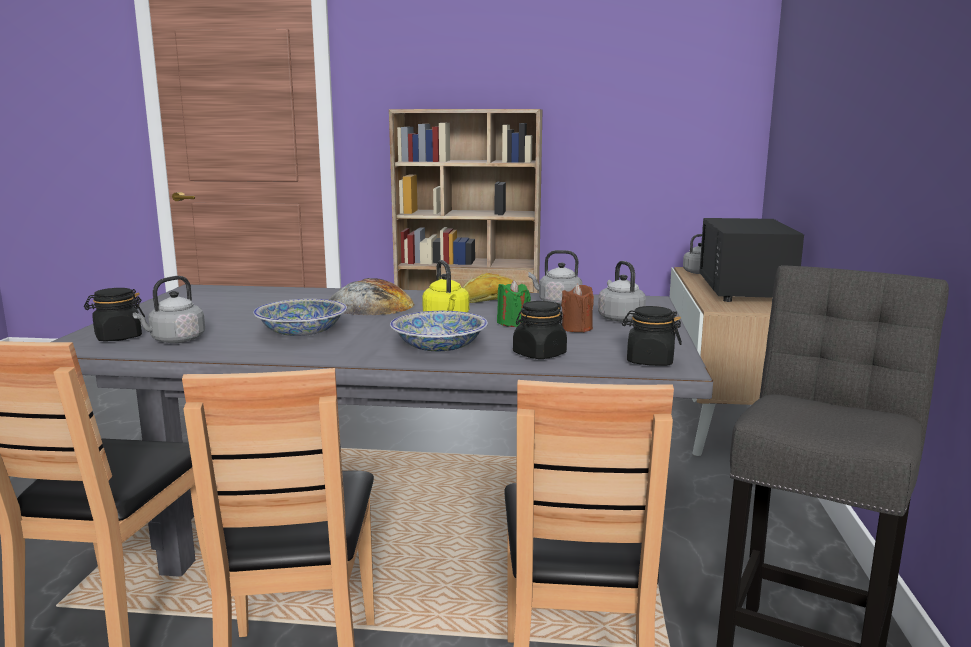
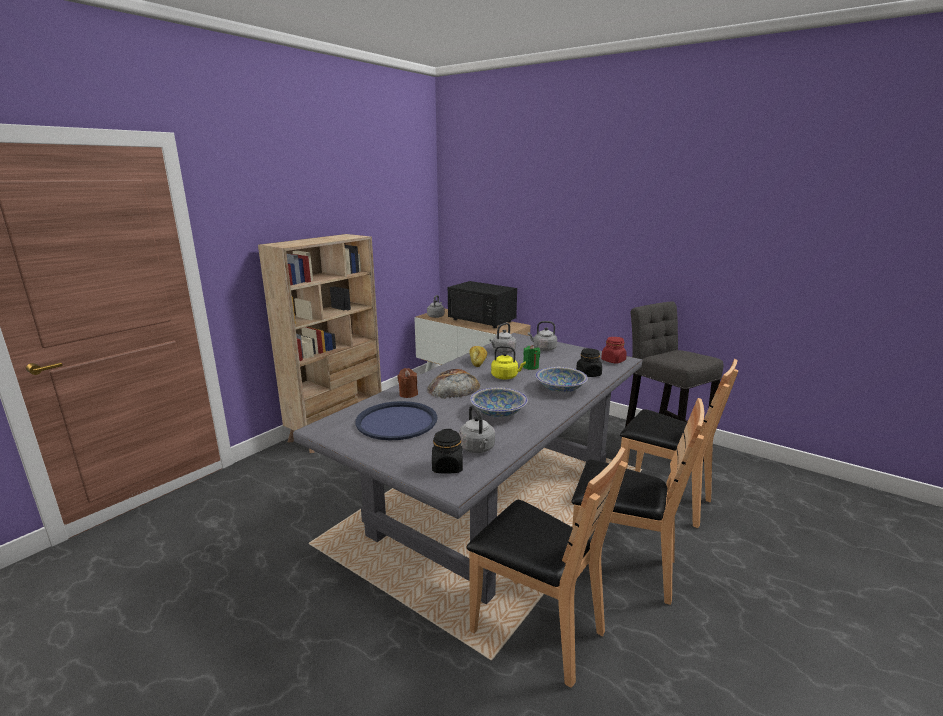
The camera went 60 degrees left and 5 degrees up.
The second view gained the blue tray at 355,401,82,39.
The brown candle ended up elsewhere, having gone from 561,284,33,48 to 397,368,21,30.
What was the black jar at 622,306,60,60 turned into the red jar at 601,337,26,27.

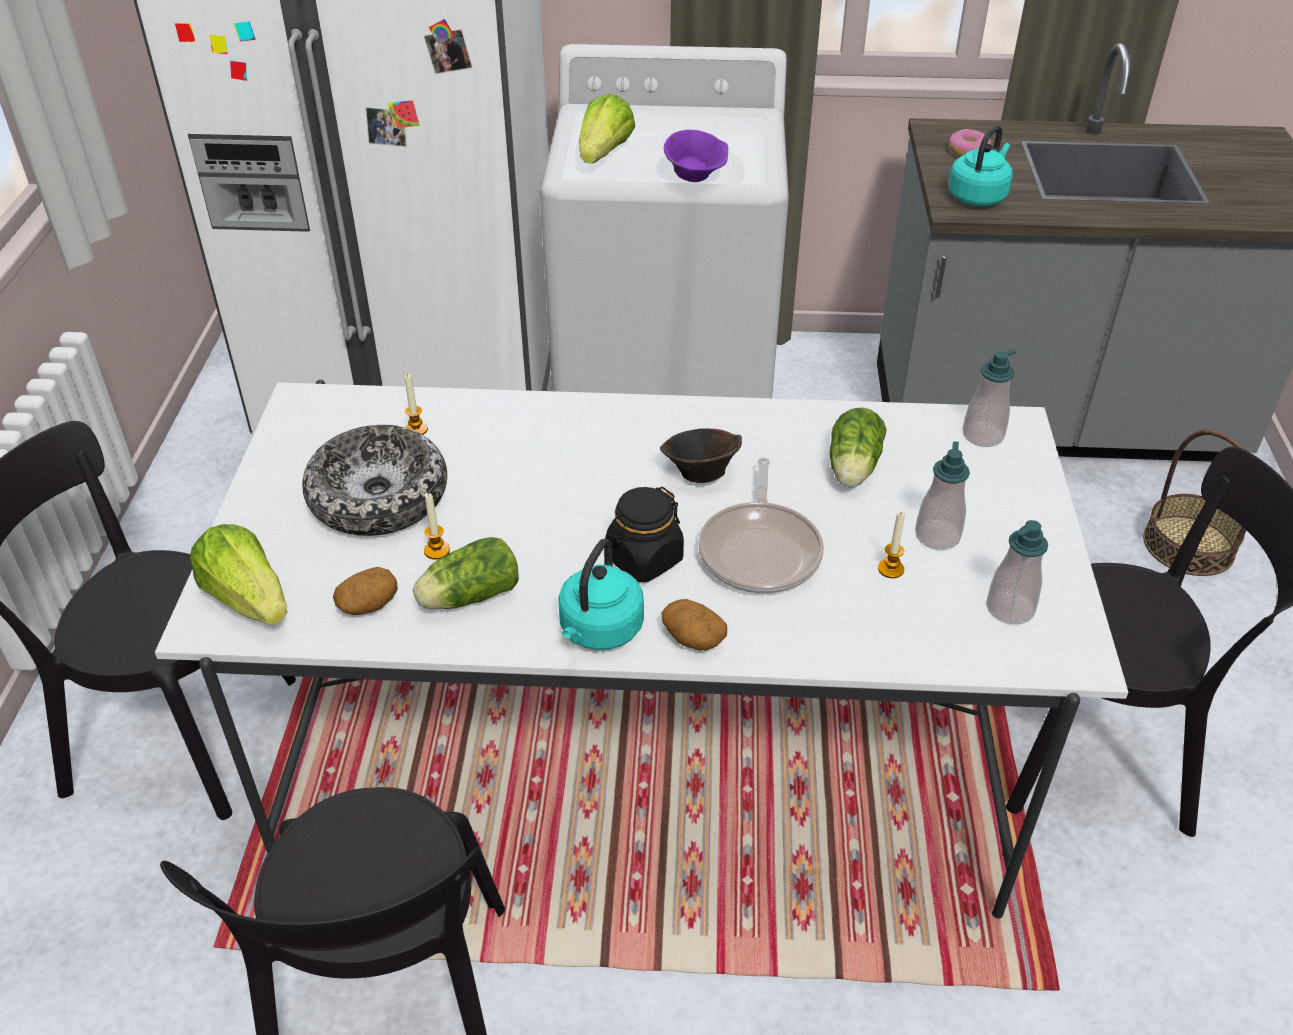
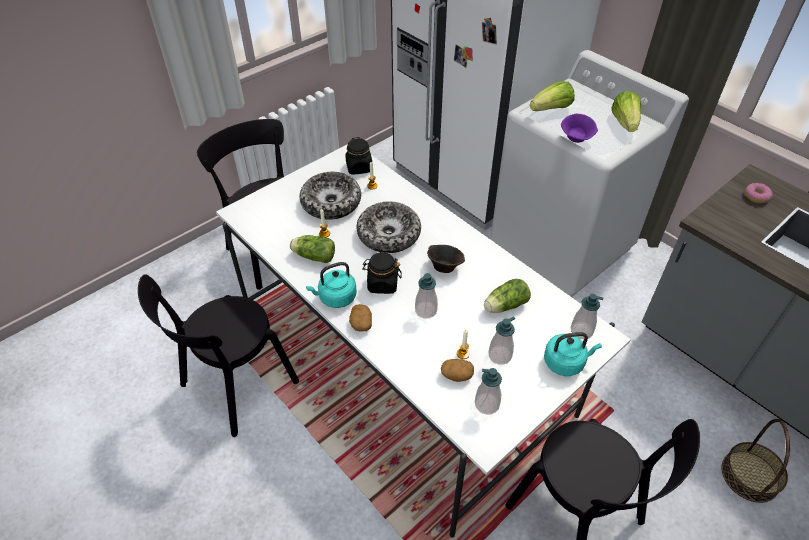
The camera went 45 degrees right and 5 degrees up.
The second view gained the black jar at 345,137,27,38.
The second view gained the bowl at 356,202,65,51.
Where the frying pan stood at 698,458,126,135, the soap dispenser came to stand at 415,273,23,46.
The potato ended up elsewhere, having gone from 333,567,65,48 to 441,359,33,23.
The turquoise kettle ended up elsewhere, having gone from 949,125,64,81 to 544,332,58,44.
The lettuce ended up elsewhere, having gone from 190,524,98,101 to 611,91,30,41.

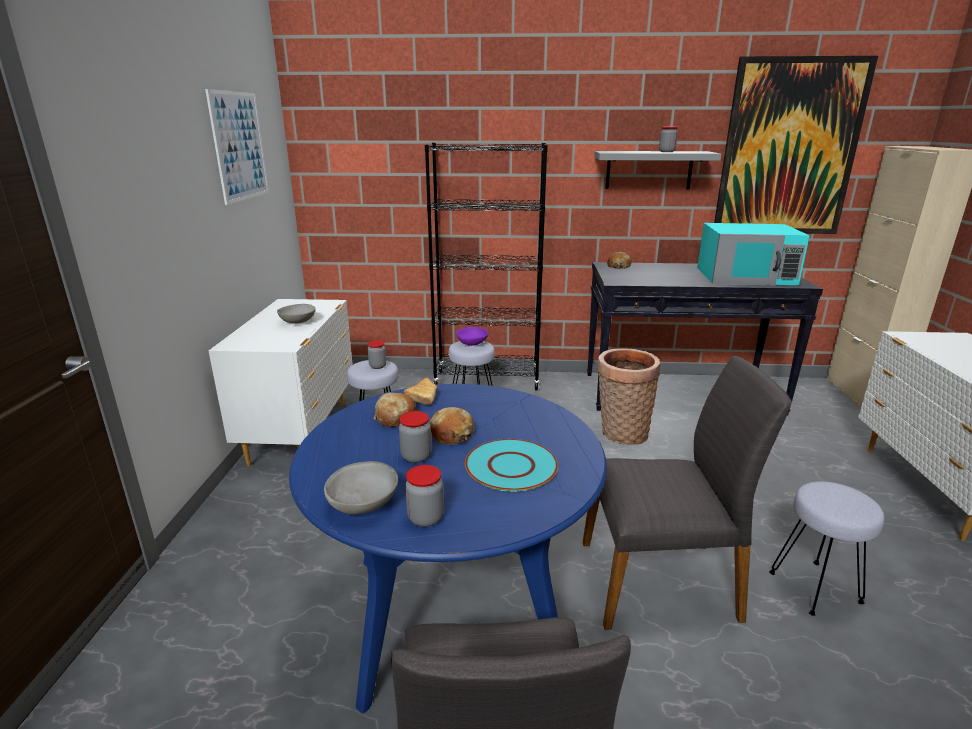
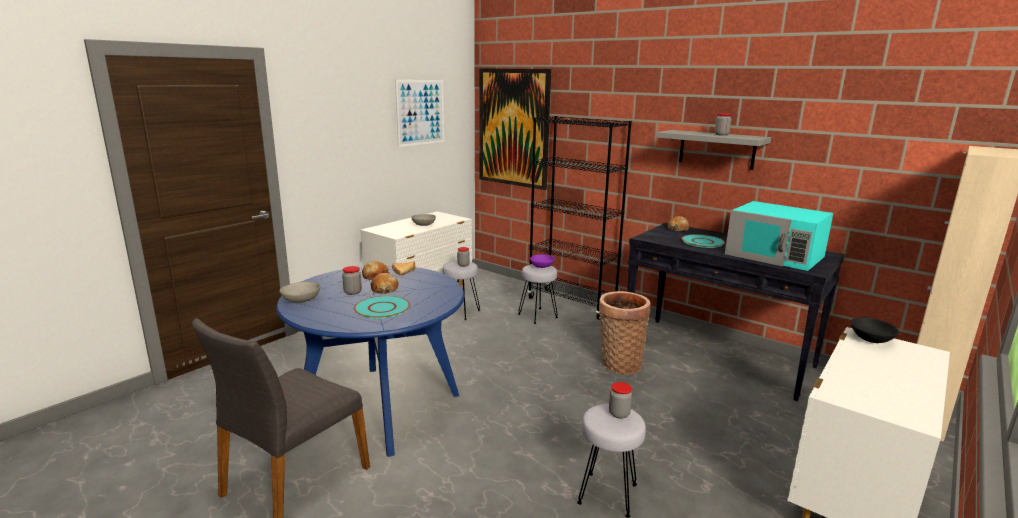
The camera went 35 degrees right and 5 degrees down.
The picture ended up elsewhere, having gone from 714,56,164,178 to 480,68,71,122.
The jar ended up elsewhere, having gone from 405,465,39,62 to 609,382,23,37.
The second view gained the turquoise plate at 681,235,44,13.
The second view gained the black bowl at 851,317,48,26.
The second view lost the grey chair at 583,356,209,274.

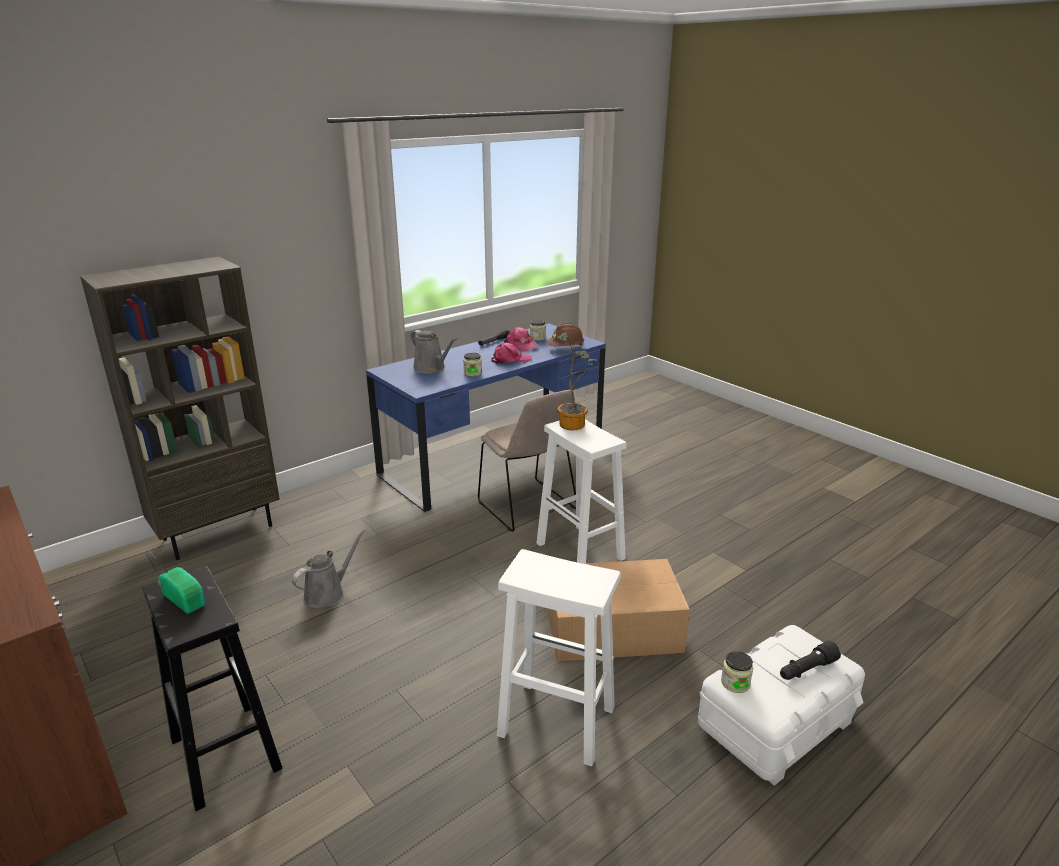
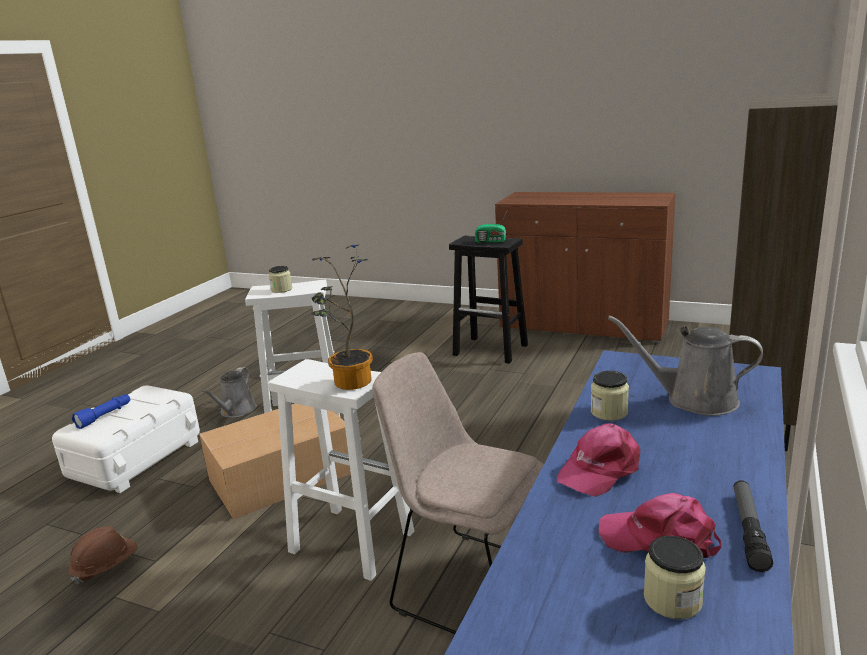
The camera went 155 degrees right and 5 degrees down.
The brown hard hat ended up elsewhere, having gone from 547,323,37,23 to 69,526,68,59.
What was the black flashlight at 780,641,61,39 turned into the blue flashlight at 72,394,58,35.
The grey watering can ended up elsewhere, having gone from 292,529,74,79 to 202,367,55,51.
The jar ended up elsewhere, having gone from 721,651,32,42 to 269,266,23,27.

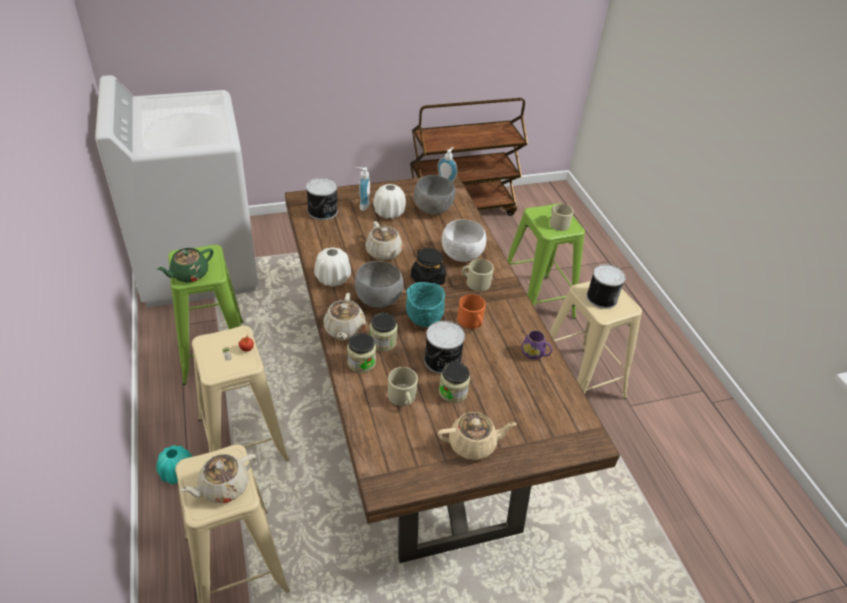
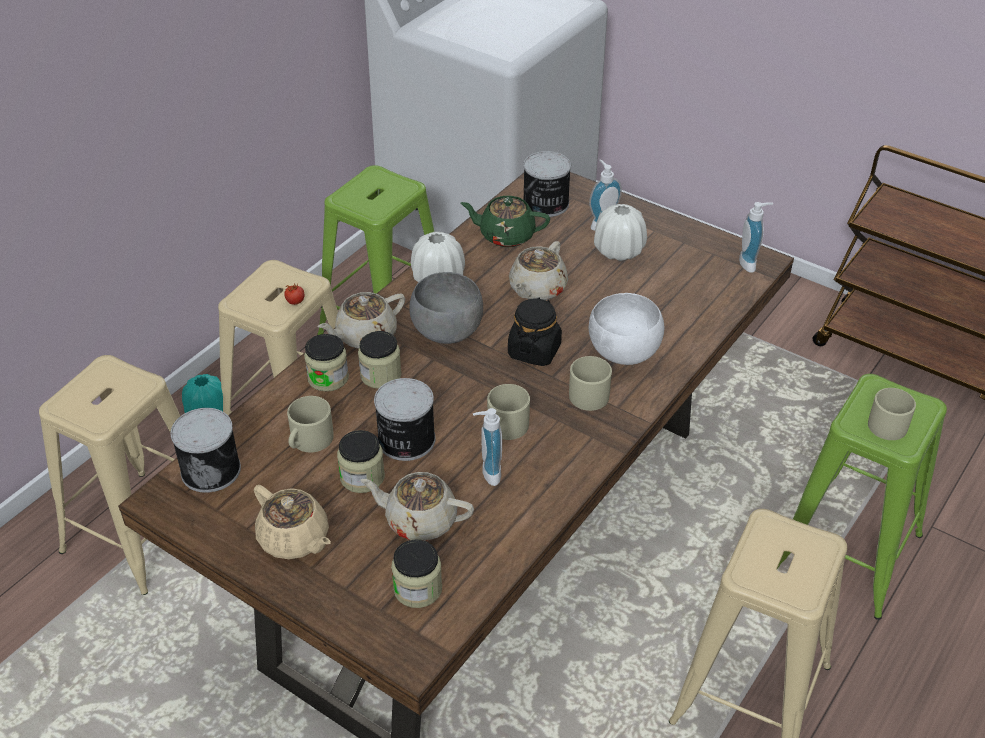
The camera went 55 degrees right and 0 degrees up.
The can ended up elsewhere, having gone from 586,264,40,45 to 171,408,70,85.
The beige teapot ended up elsewhere, having gone from 180,454,76,49 to 361,472,113,69.
The second view gained the jar at 391,539,51,69.
The green teapot ended up elsewhere, having gone from 156,248,57,34 to 460,196,90,51.
The second view gained the soap dispenser at 473,408,29,78.
What was the orange mug at 458,294,28,35 turned into the beige mug at 487,384,43,56.
The second view lost the turquoise bowl at 406,282,39,45.
The second view lost the grey bowl at 414,175,41,40.
The second view lost the purple mug at 522,330,30,30.

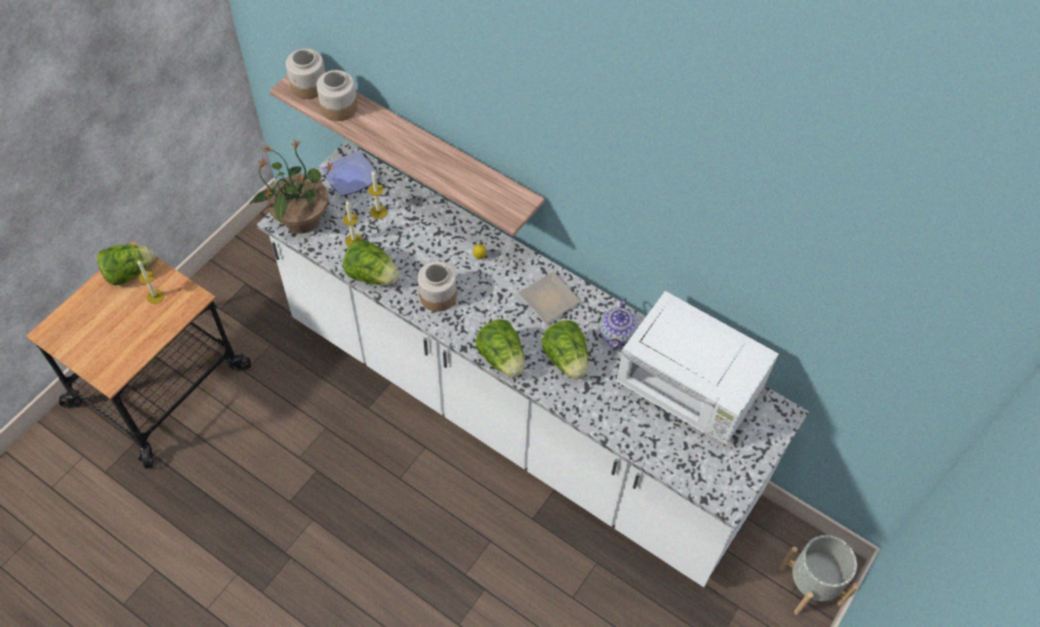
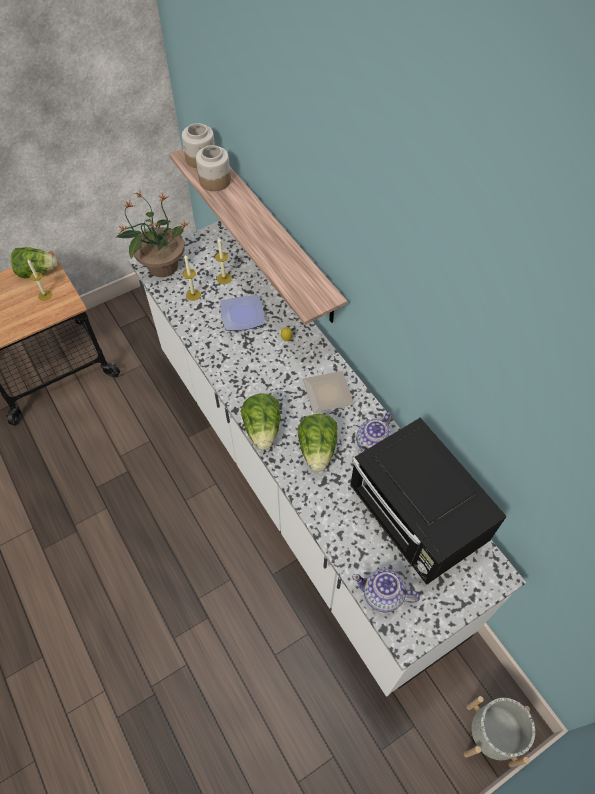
The camera went 25 degrees right and 0 degrees up.
The plate ended up elsewhere, having gone from 322,151,57,45 to 220,295,45,36.
What was the white microwave at 616,291,163,154 turned into the black microwave at 350,418,157,167.
The second view gained the teapot at 352,568,68,45.
The second view lost the lettuce at 343,239,56,46.
The second view lost the jar at 418,261,39,51.

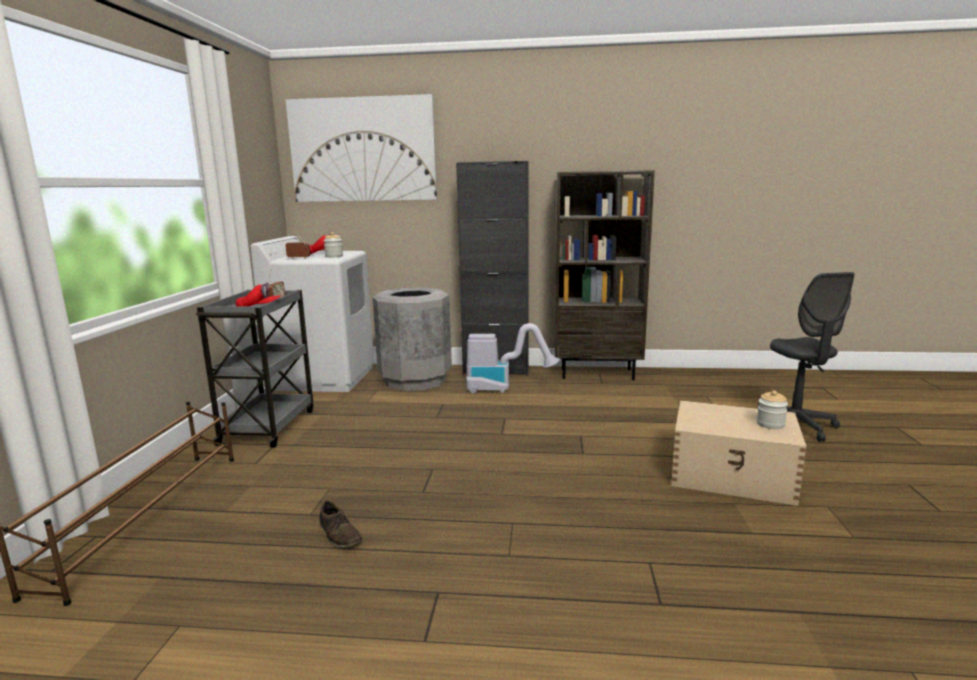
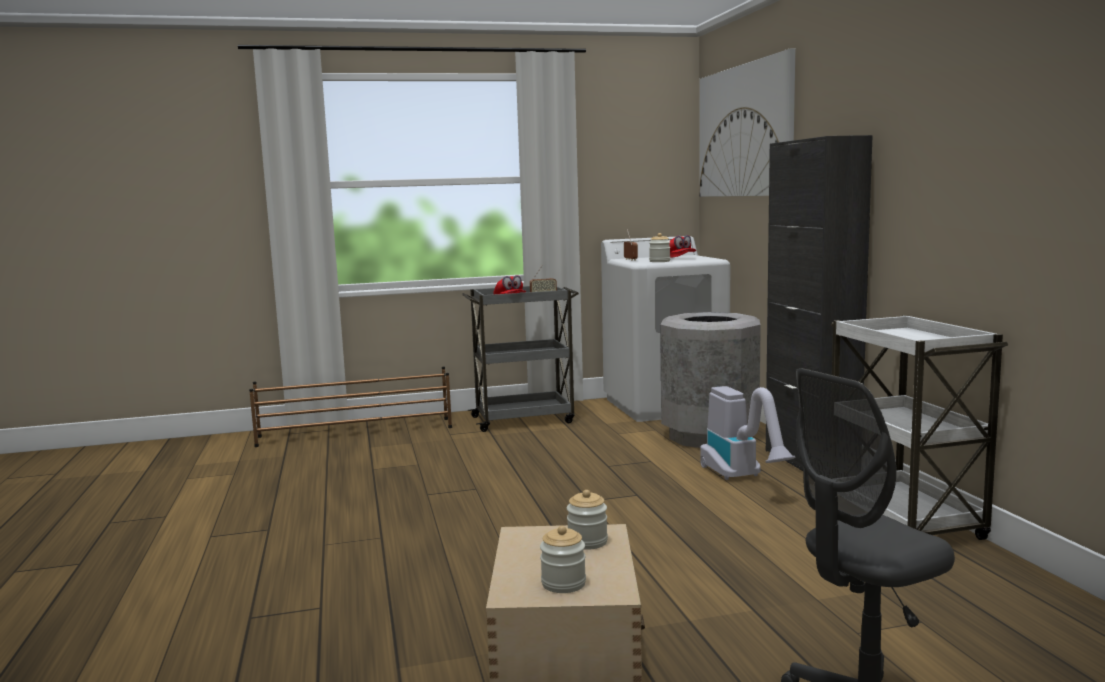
The camera went 70 degrees right and 5 degrees down.
The second view gained the jar at 567,490,41,60.
Where the brown bookcase stood at 555,170,100,210, the white cart came to stand at 831,315,177,225.
The second view lost the brown shoe at 319,501,44,47.

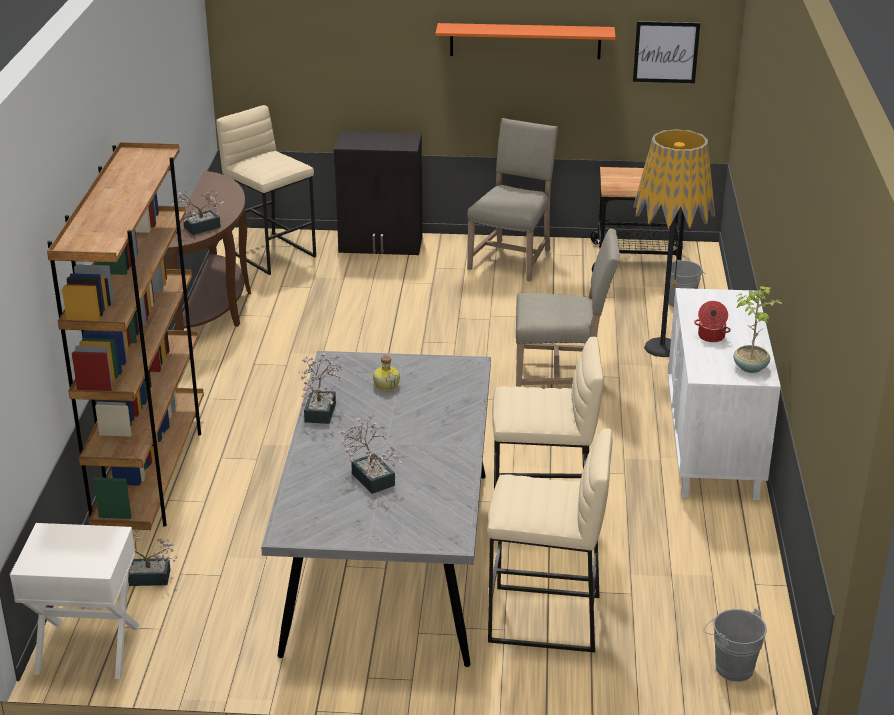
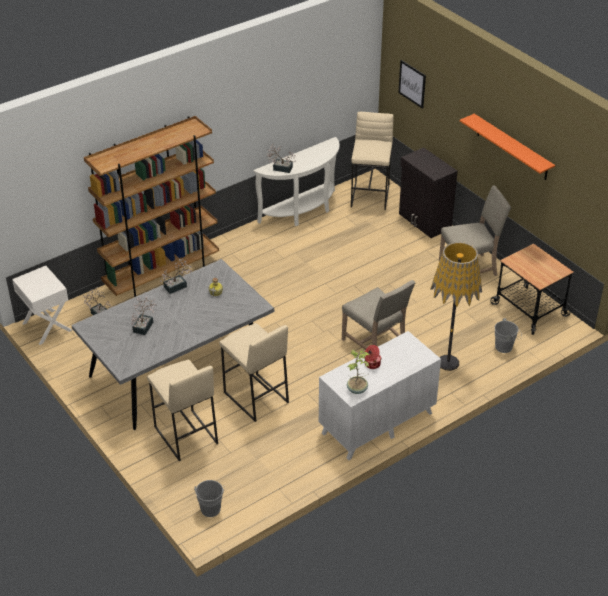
The camera went 50 degrees right and 10 degrees up.
What was the brown console table at 167,171,84,160 turned into the white console table at 253,137,87,89.
The picture ended up elsewhere, having gone from 633,21,67,62 to 398,60,28,49.

